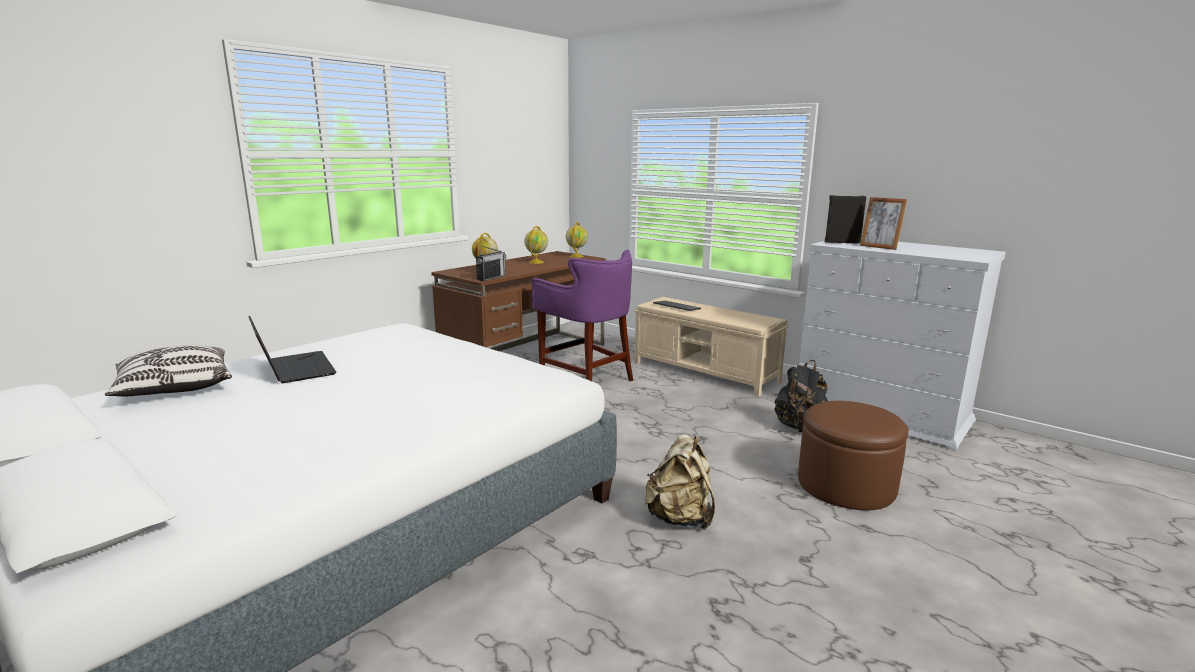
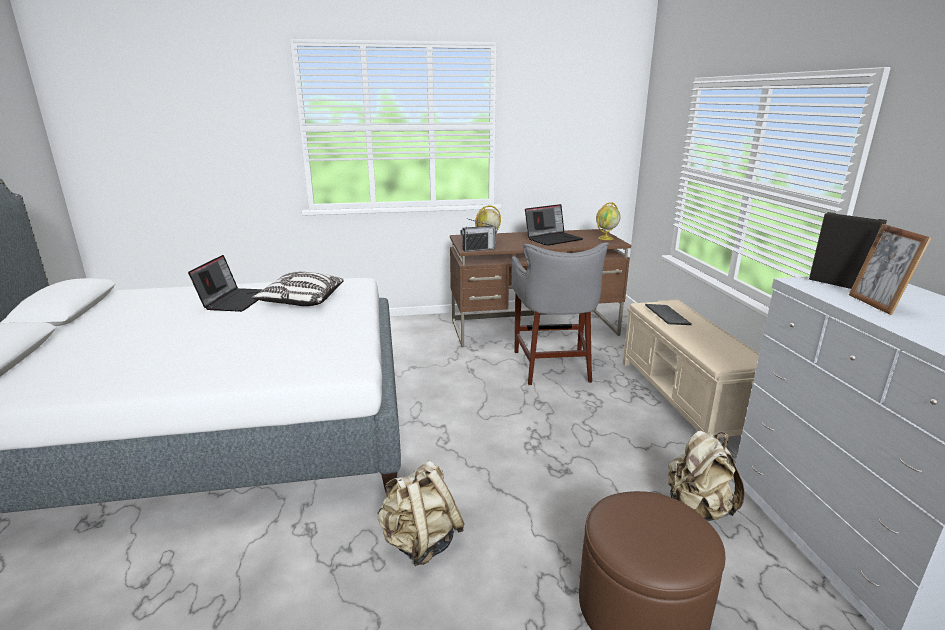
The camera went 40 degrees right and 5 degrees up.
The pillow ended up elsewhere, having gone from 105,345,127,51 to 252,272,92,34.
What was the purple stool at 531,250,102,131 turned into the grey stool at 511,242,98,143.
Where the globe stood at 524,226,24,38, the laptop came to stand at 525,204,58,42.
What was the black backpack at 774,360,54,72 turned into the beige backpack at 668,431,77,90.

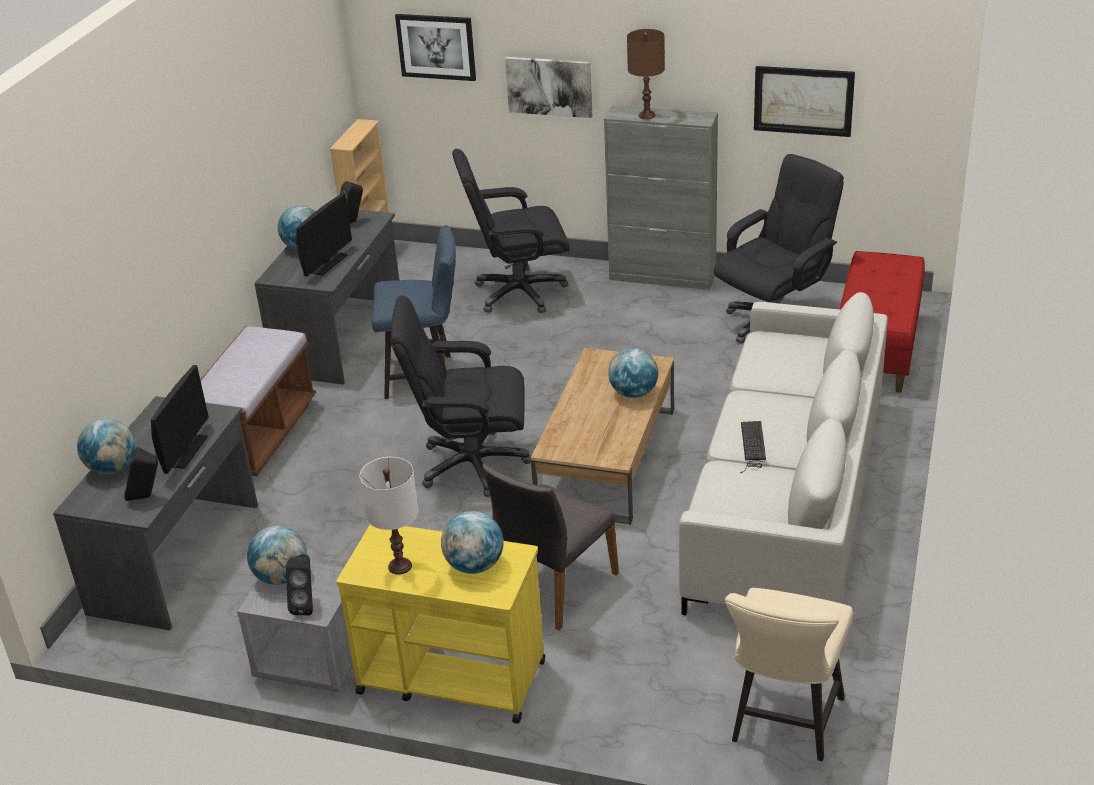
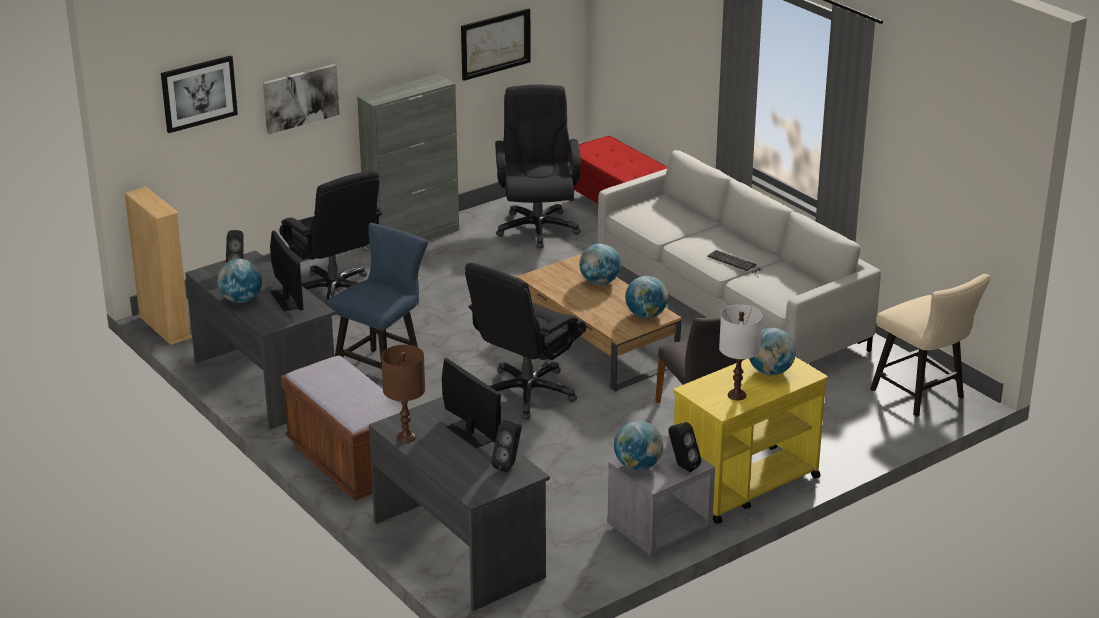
The camera went 55 degrees left and 5 degrees down.
The black office chair at 452,149,118,164 ended up facing another way, 60 degrees counterclockwise from before.
The brown table lamp ended up elsewhere, having gone from 627,29,38,90 to 381,345,44,98.
The globe ended up elsewhere, having gone from 77,419,58,55 to 625,276,43,42.

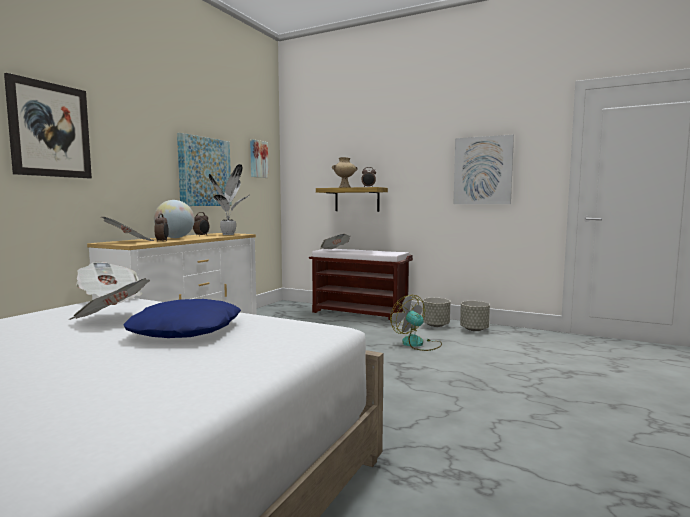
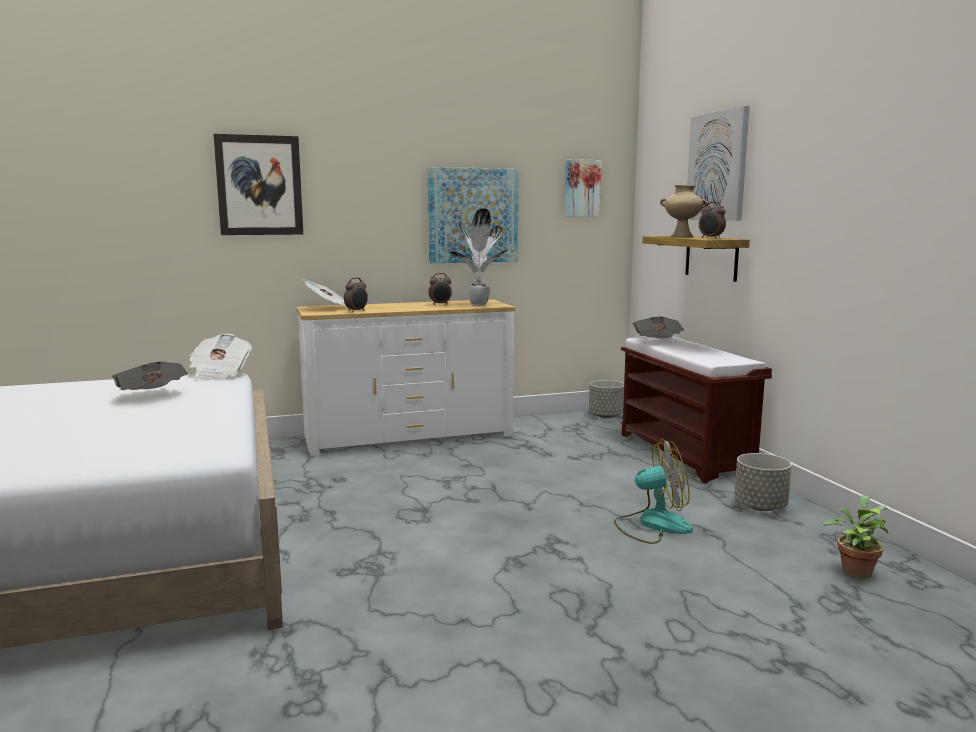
The camera went 45 degrees right and 5 degrees up.
The grey planter ended up elsewhere, having gone from 460,301,30,30 to 589,380,35,38.
The fan at 390,295,52,56 ended up facing another way, 75 degrees clockwise from before.
The picture ended up elsewhere, having gone from 454,135,60,69 to 687,106,62,115.
The second view gained the potted plant at 823,495,65,83.
The second view lost the blue pillow at 123,299,118,39.
The second view lost the globe at 154,200,41,38.

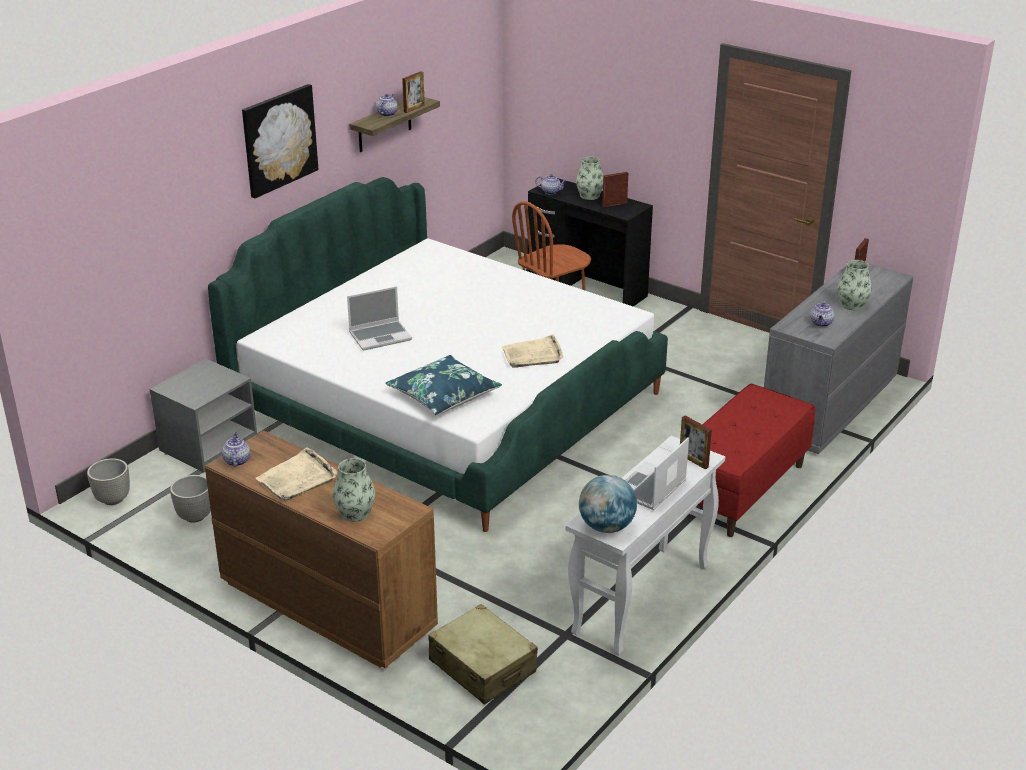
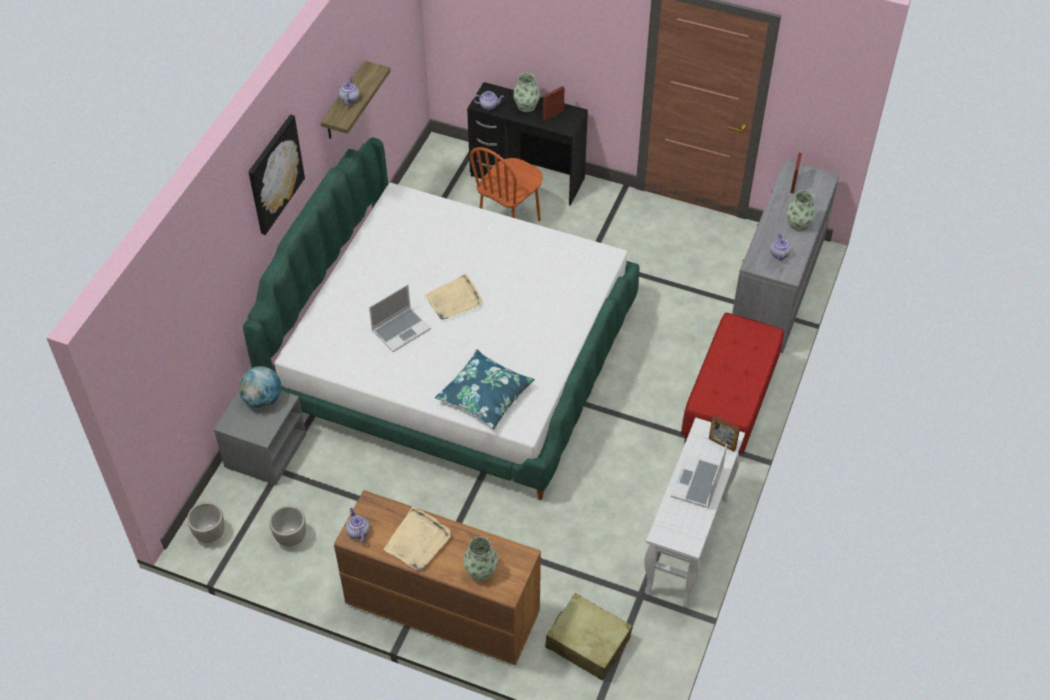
The camera went 15 degrees left and 20 degrees up.
The globe ended up elsewhere, having gone from 579,475,58,58 to 239,366,42,42.
The beige tray ended up elsewhere, having gone from 502,334,62,33 to 425,274,57,45.
The second view lost the picture frame at 402,71,23,42.

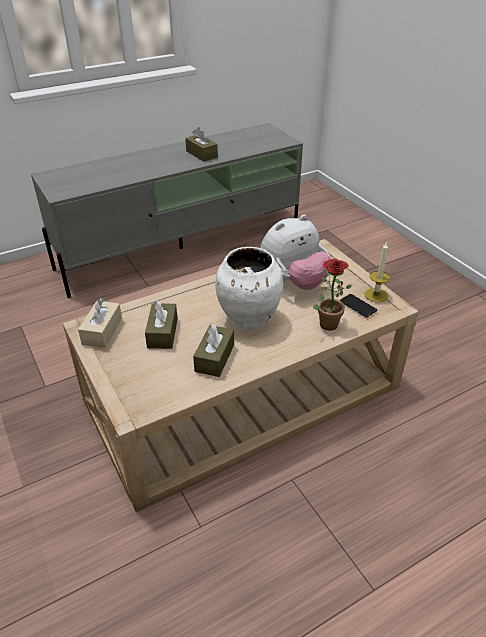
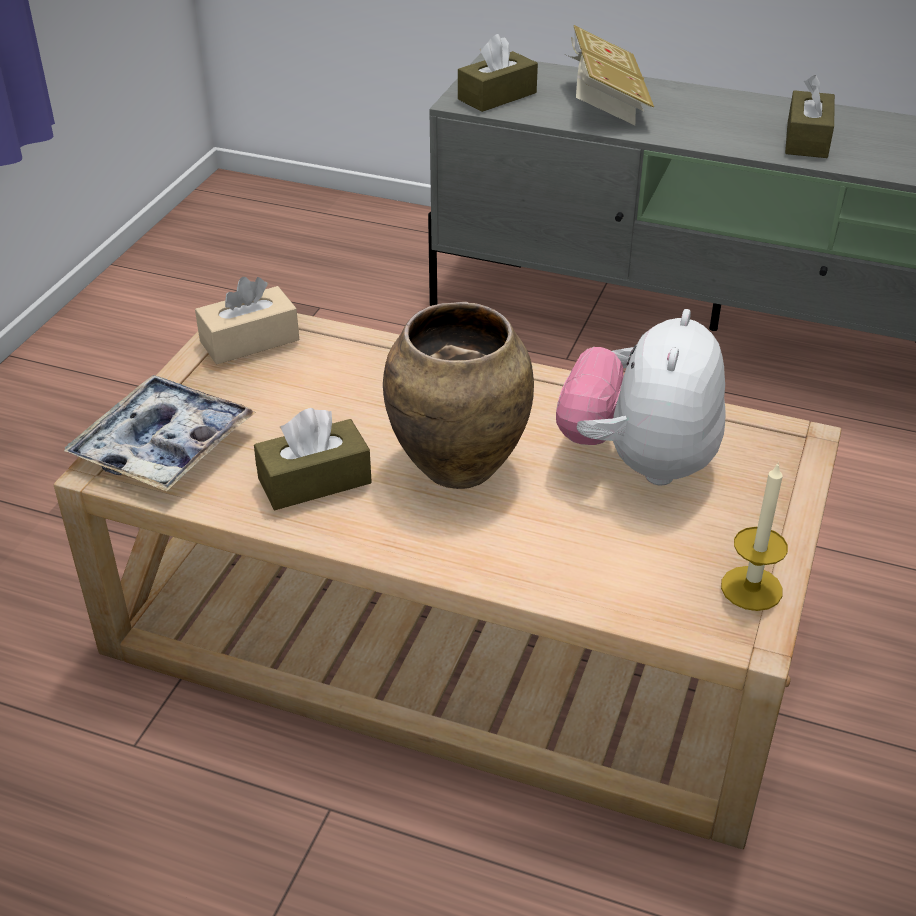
The camera went 50 degrees right and 0 degrees up.
The second view gained the tray at 64,375,192,117.
What was the white vase at 215,247,68,83 turned into the brown vase at 383,302,151,187.
The brown tissue box ended up elsewhere, having gone from 145,300,33,49 to 458,34,80,78.
The plush toy at 260,215,71,75 ended up facing another way, 90 degrees clockwise from before.
The second view gained the book at 567,25,87,100.
The second view lost the potted plant at 313,259,39,72.
The second view lost the phone at 340,294,37,23.

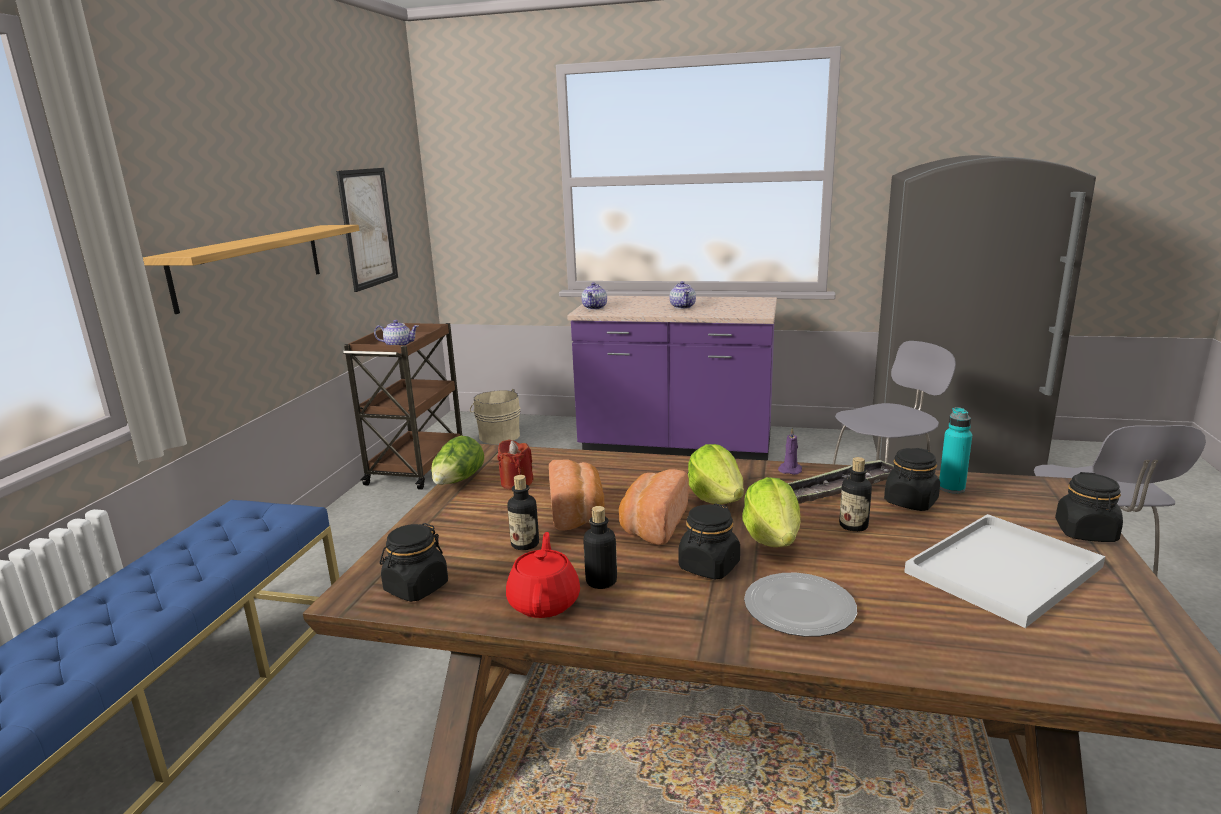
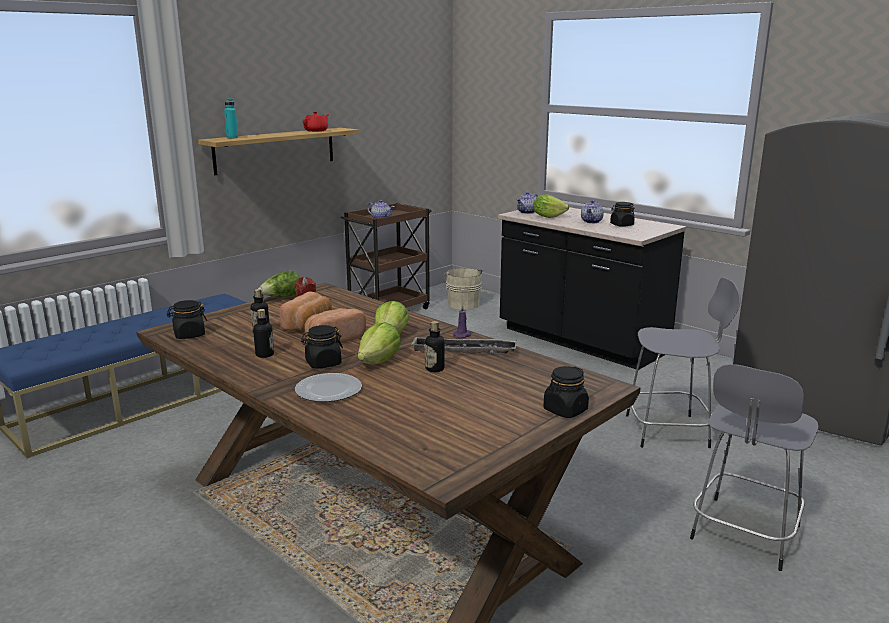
The camera went 30 degrees right and 0 degrees up.
The turquoise bottle ended up elsewhere, having gone from 939,407,33,87 to 224,98,14,40.
The red teapot ended up elsewhere, having gone from 506,532,74,86 to 303,111,26,21.
What was the purple counter at 567,296,210,165 turned into the black counter at 498,207,188,162.
The second view gained the lettuce at 533,194,36,24.
The black jar ended up elsewhere, having gone from 884,448,56,63 to 610,202,25,25.
The second view lost the picture at 336,168,62,124.
The second view lost the white tray at 904,514,201,114.

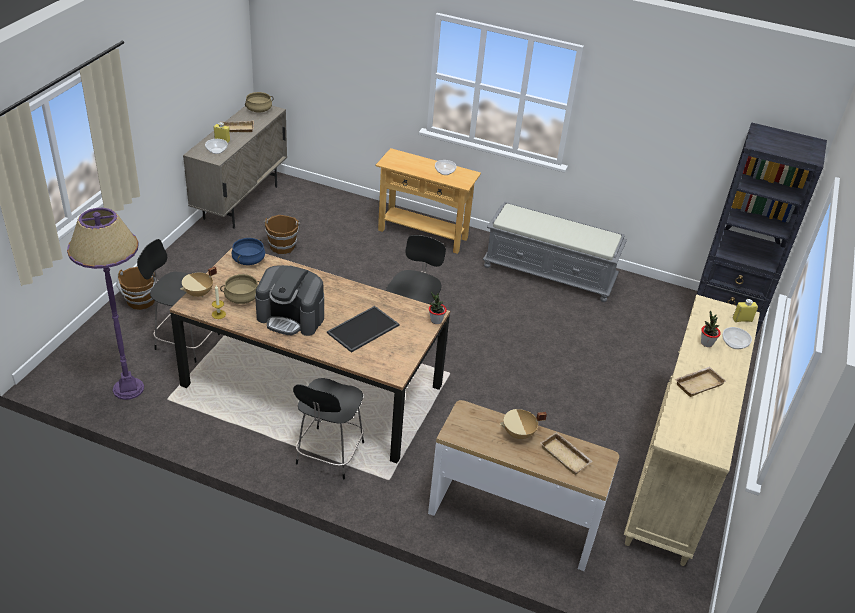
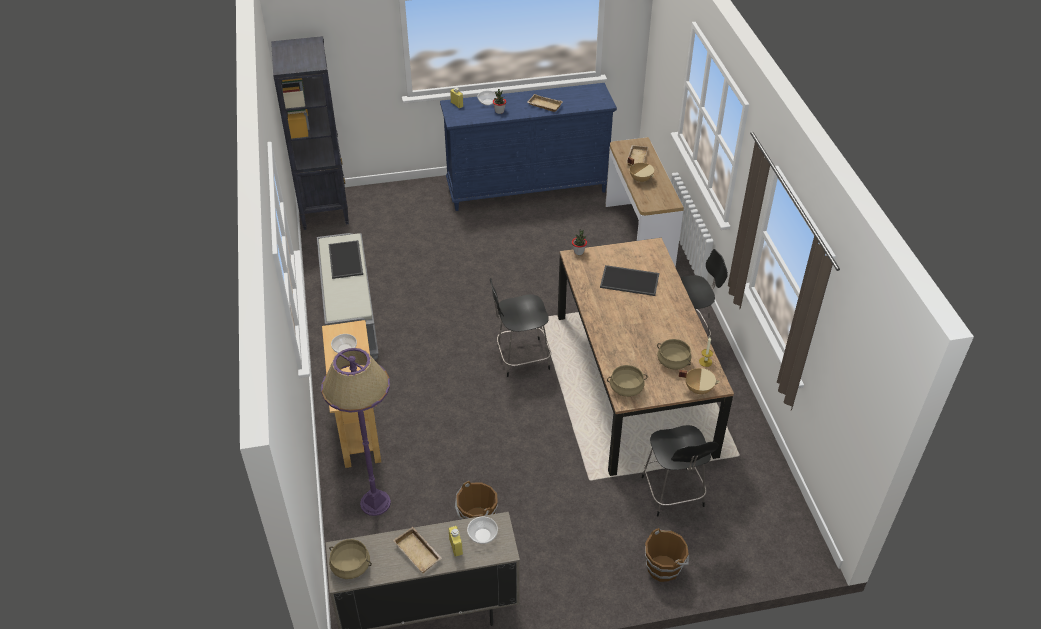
The camera went 120 degrees left and 5 degrees up.
The purple floor lamp ended up elsewhere, having gone from 67,208,77,192 to 321,348,70,168.
The second view gained the tray at 329,240,34,39.
What was the beige dresser at 624,294,136,272 turned into the blue dresser at 440,83,177,128.
What was the blue cooking pot at 231,238,34,27 turned into the beige cooking pot at 607,365,41,32.
The second view lost the coffee machine at 255,265,69,71.

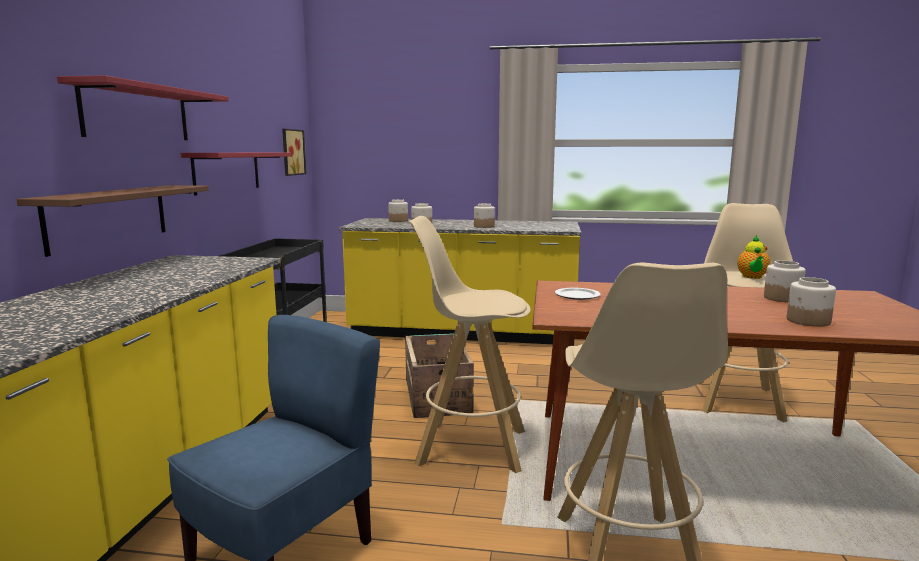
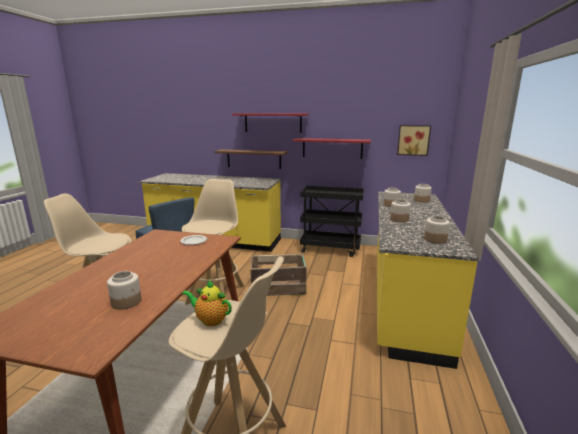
The camera went 95 degrees right and 5 degrees up.
The jar ended up elsewhere, having gone from 787,277,49,50 to 424,216,26,28.

